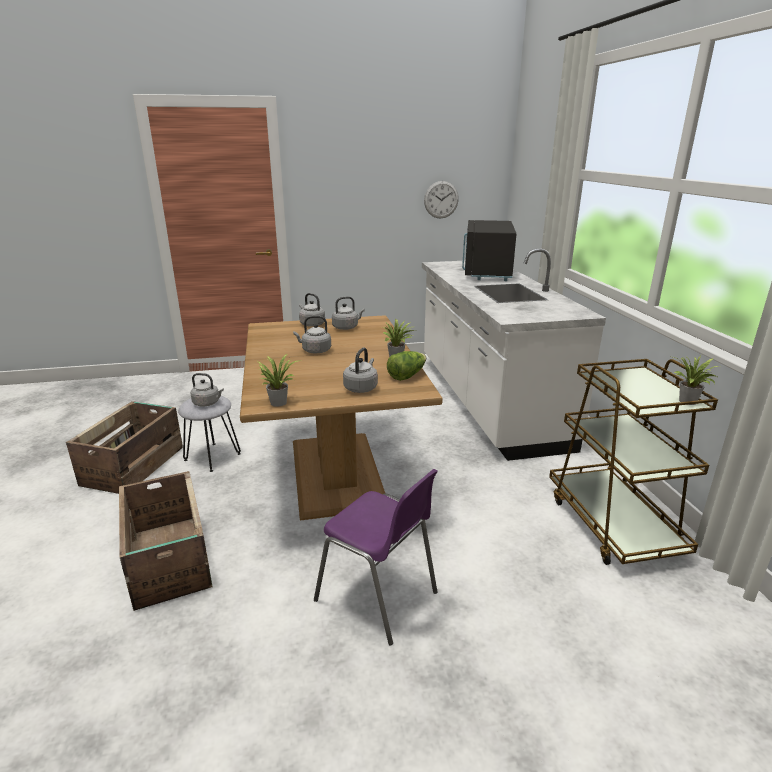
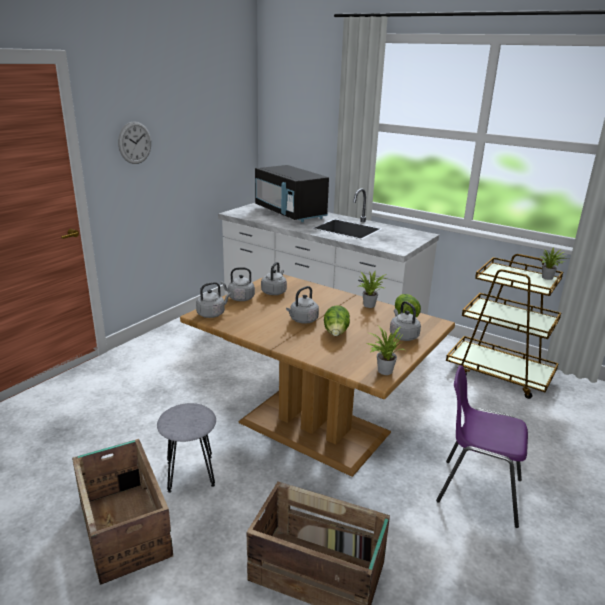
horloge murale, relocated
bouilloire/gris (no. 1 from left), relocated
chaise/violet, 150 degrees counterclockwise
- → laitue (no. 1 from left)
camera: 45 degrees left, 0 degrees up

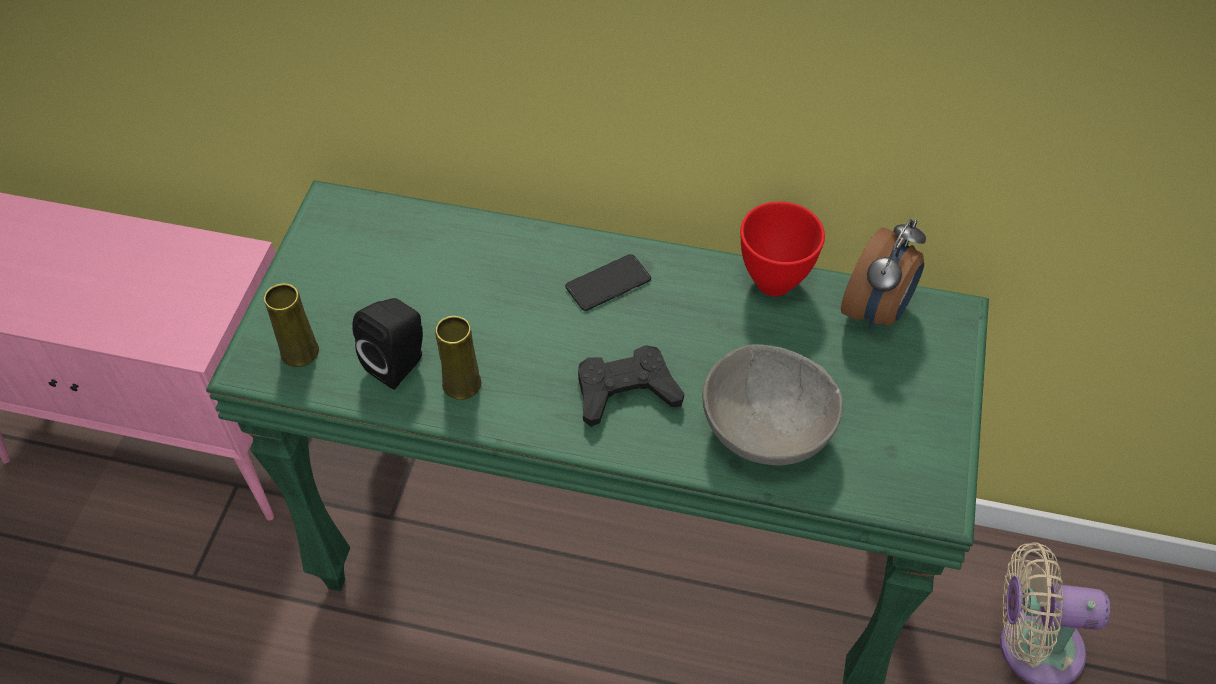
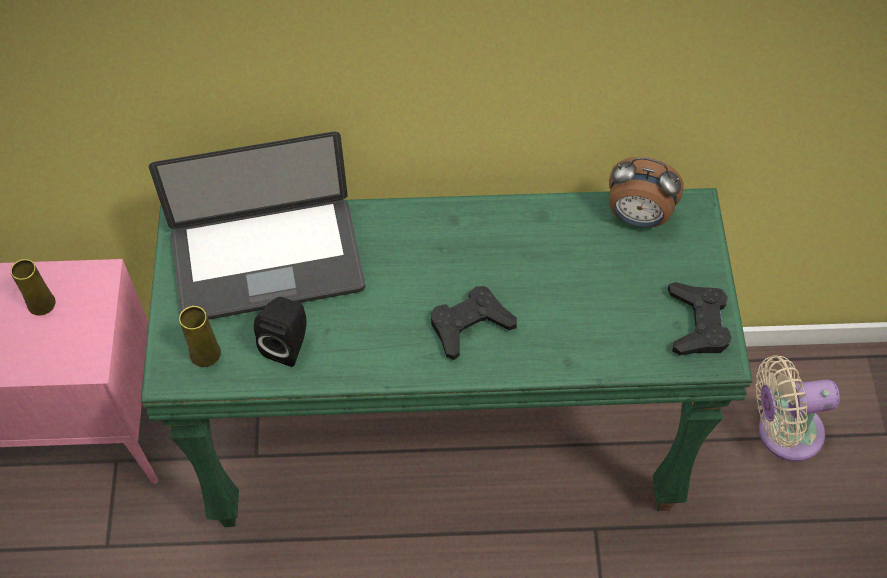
bol/rouge → -
réveil, 90 degrees clockwise
téléphone → -
vase/jaune (no. 2 from left in the first image) → vase/jaune (no. 1 from left), relocated
bol/gris → -
- → ordinateur portable
- → manette/noir (no. 2 from left)
camera: 15 degrees left, 5 degrees up

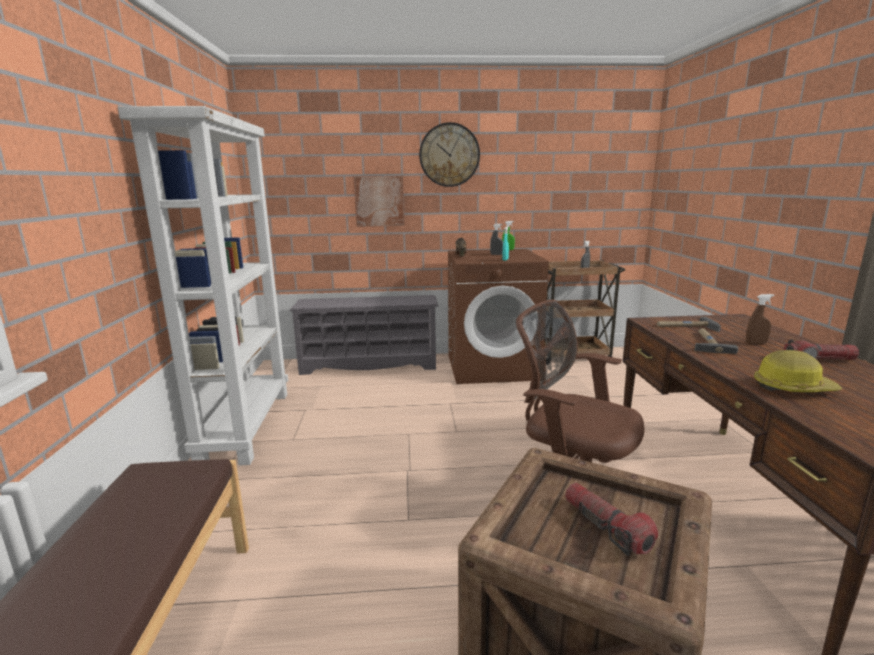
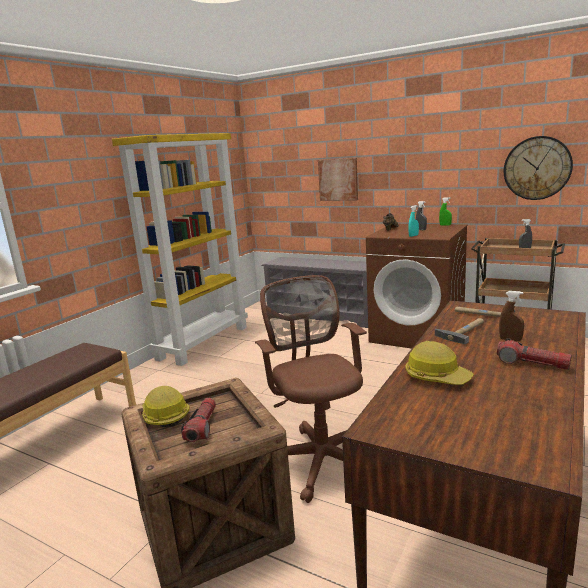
bibliothèque/blanc → bibliothèque/jaune
horloge murale, relocated
- → casque de chantier (no. 1 from left)
camera: 35 degrees right, 0 degrees up

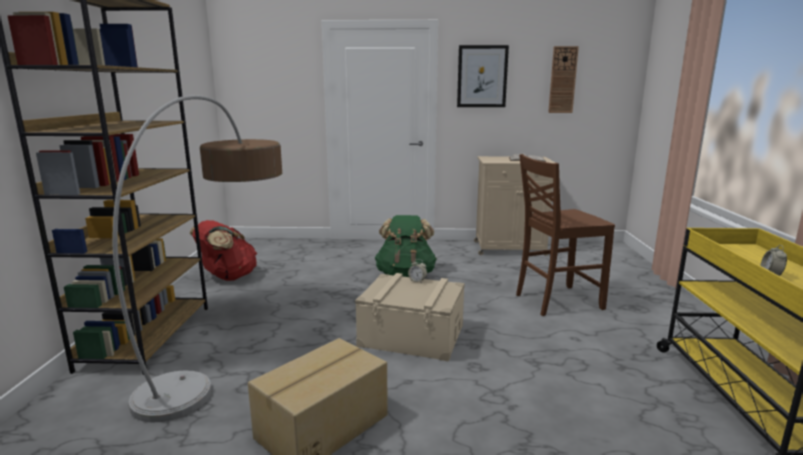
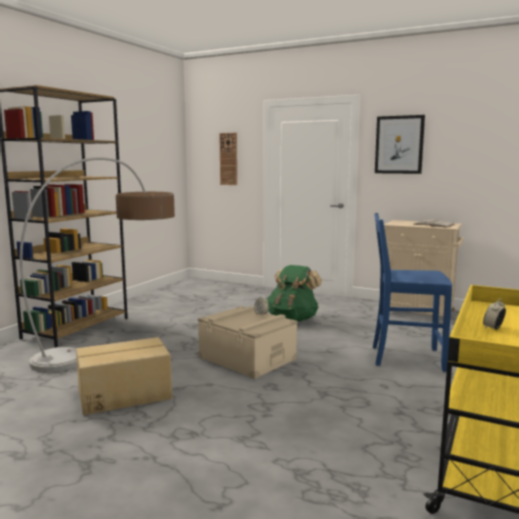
horloge murale, relocated
chaise/marron → chaise/bleu
sac à dos/rouge → -
camera: 25 degrees right, 5 degrees down

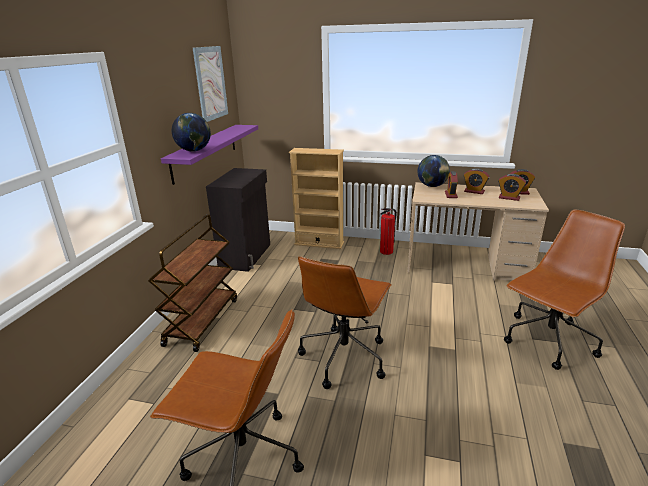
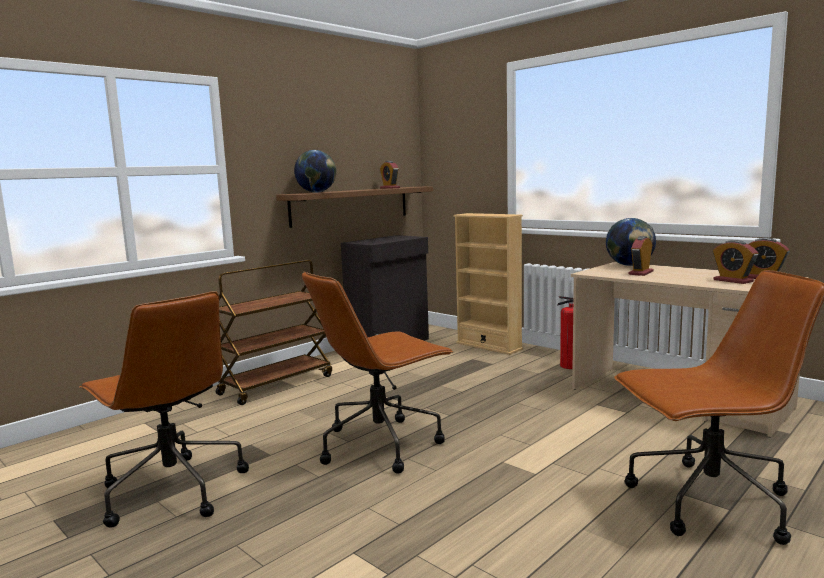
tableau → -
étagère/violet → étagère/marron
réveil (no. 2 from left in the first image) → réveil (no. 1 from left), relocated
camera: 30 degrees right, 15 degrees down

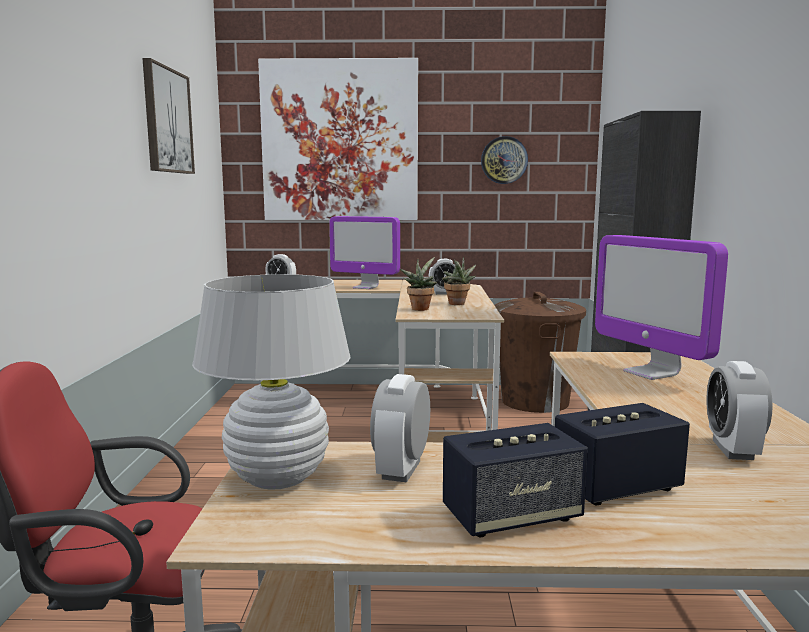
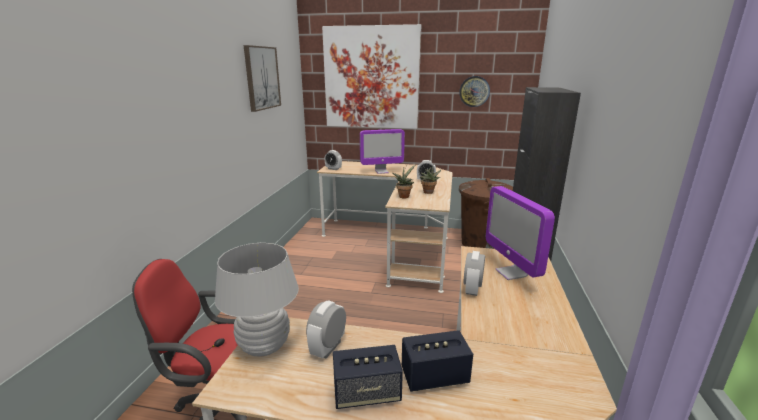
écran d'ordinateur (no. 1 from left), 45 degrees counterclockwise
réveil (no. 4 from left), relocated
camera: 10 degrees right, 10 degrees up

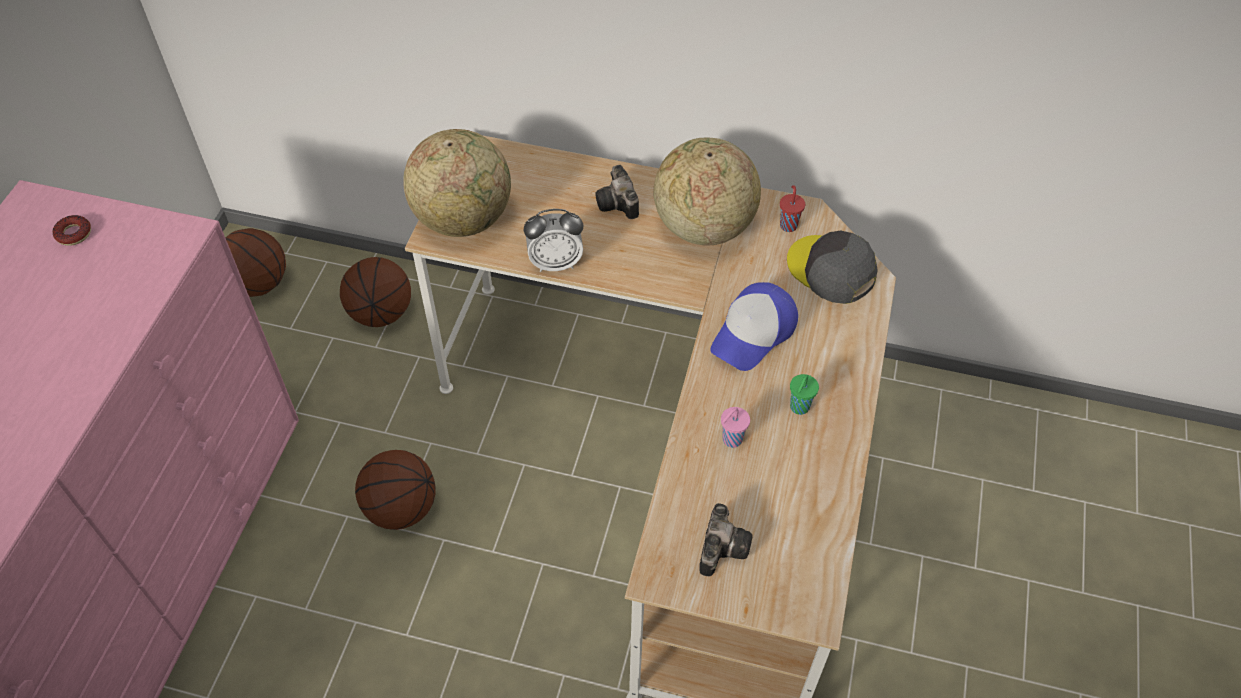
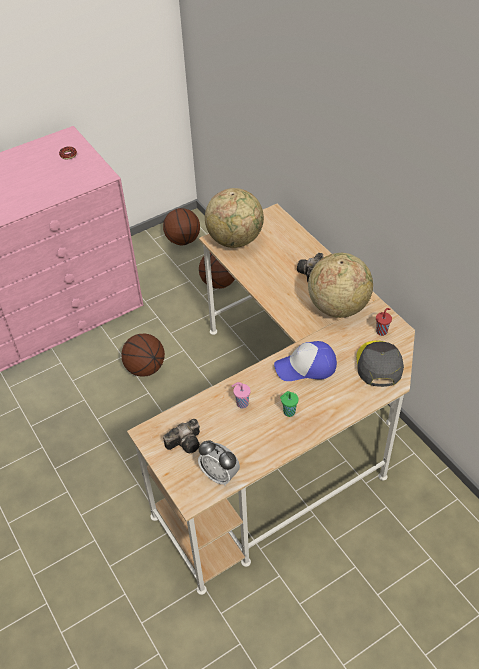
réveil, relocated
camera: 45 degrees right, 5 degrees down

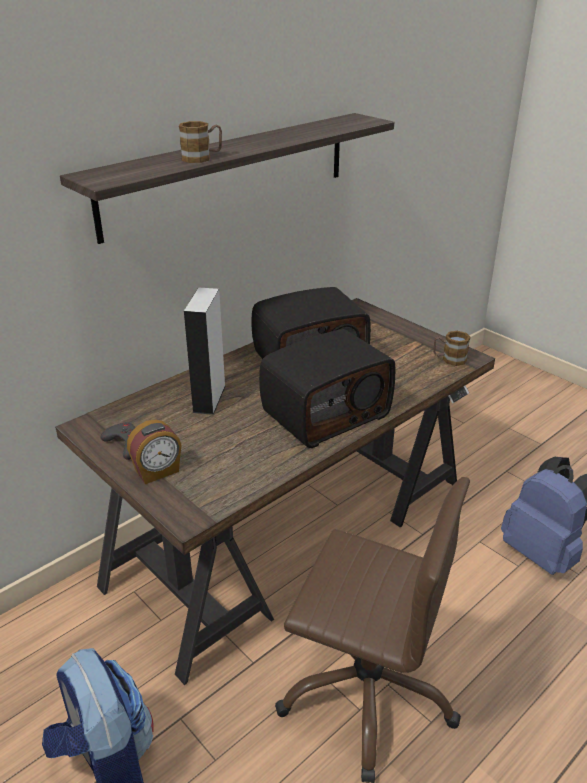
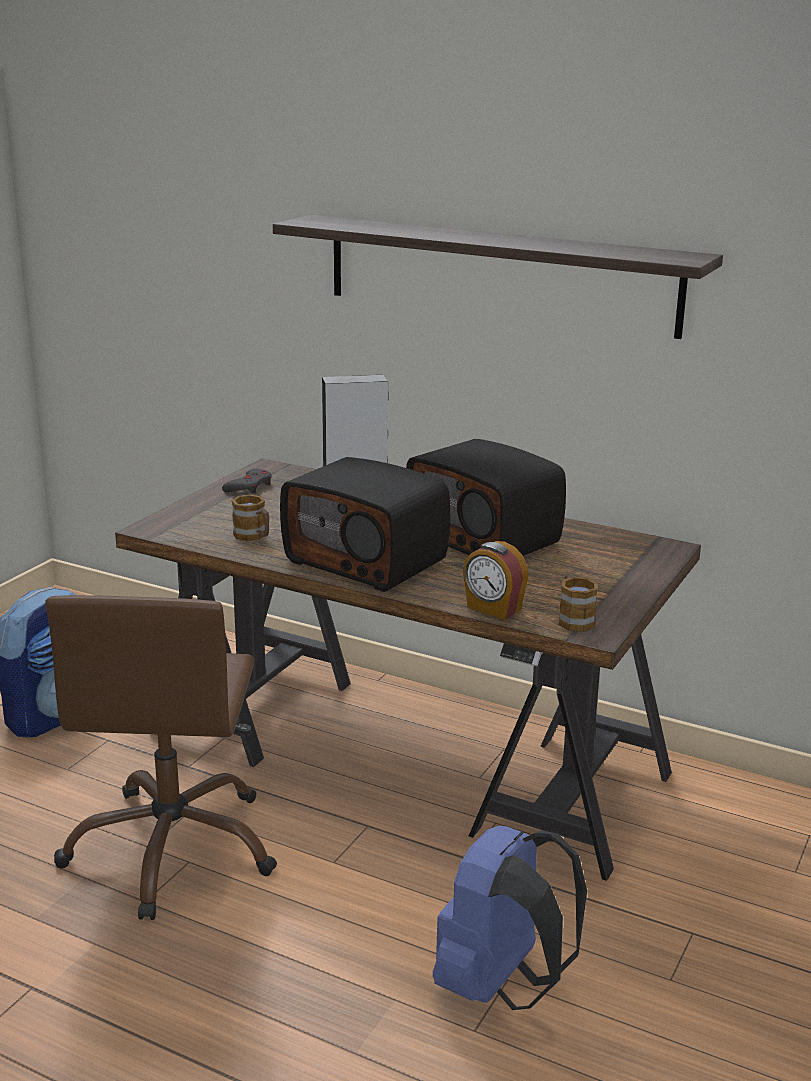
mug (no. 1 from left), relocated
réveil, relocated
camera: 70 degrees right, 10 degrees down

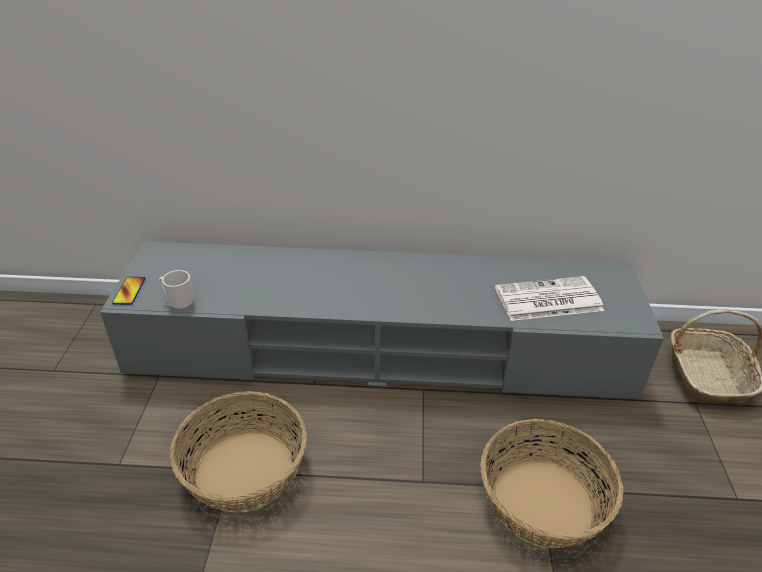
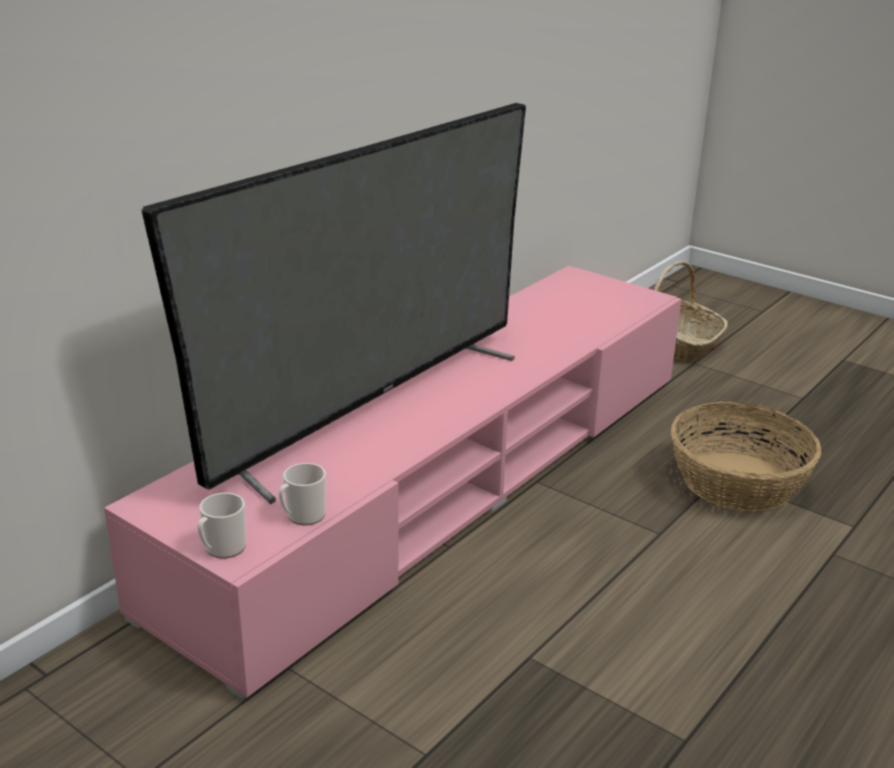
meuble télé/gris → meuble télé/rose
journal → -
téléphone → mug (no. 1 from left)
panier (no. 1 from left) → -
- → téléviseur
camera: 55 degrees left, 10 degrees down

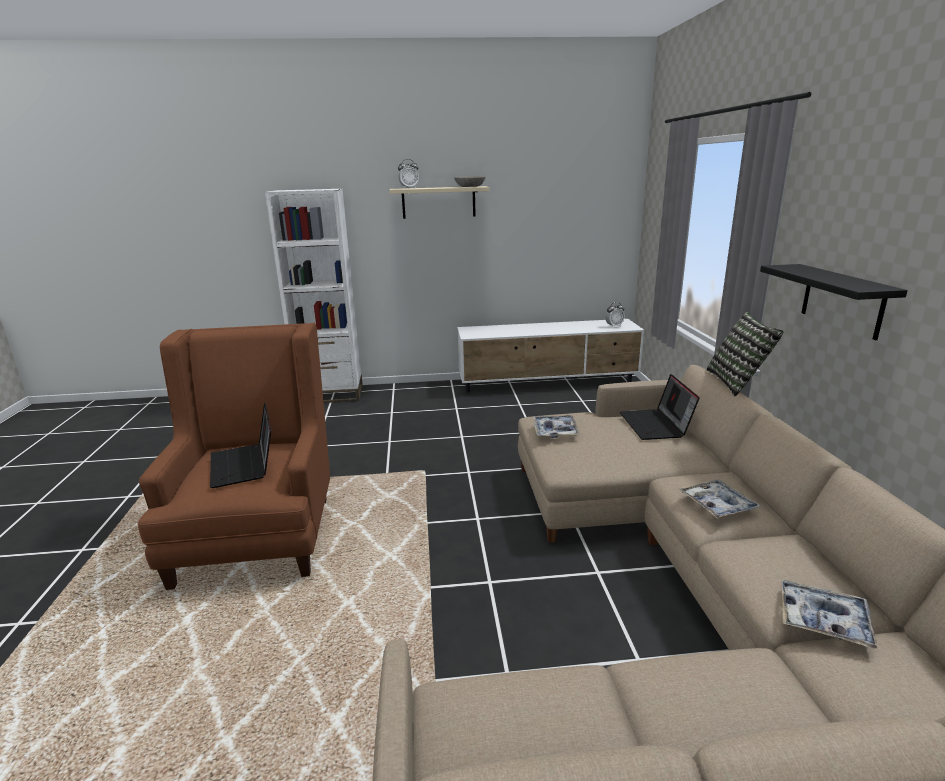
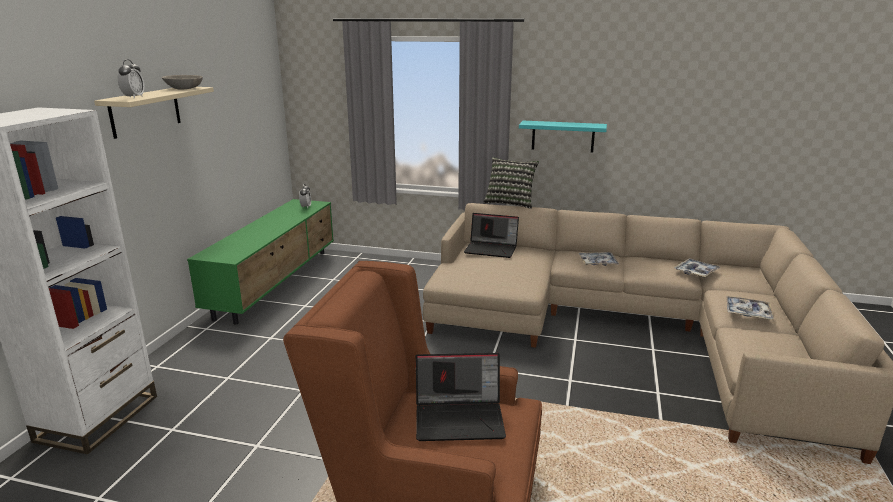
étagère/noir → étagère/turquoise
meuble télé/blanc → meuble télé/vert
plateau (no. 1 from left in the first image) → plateau (no. 3 from left), relocated
camera: 70 degrees left, 0 degrees up

